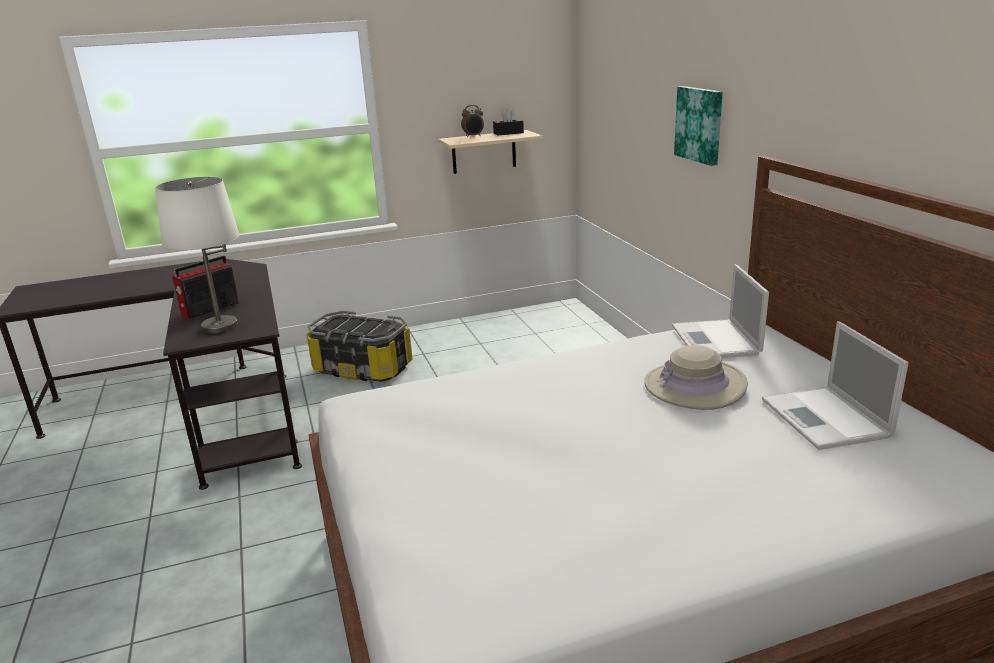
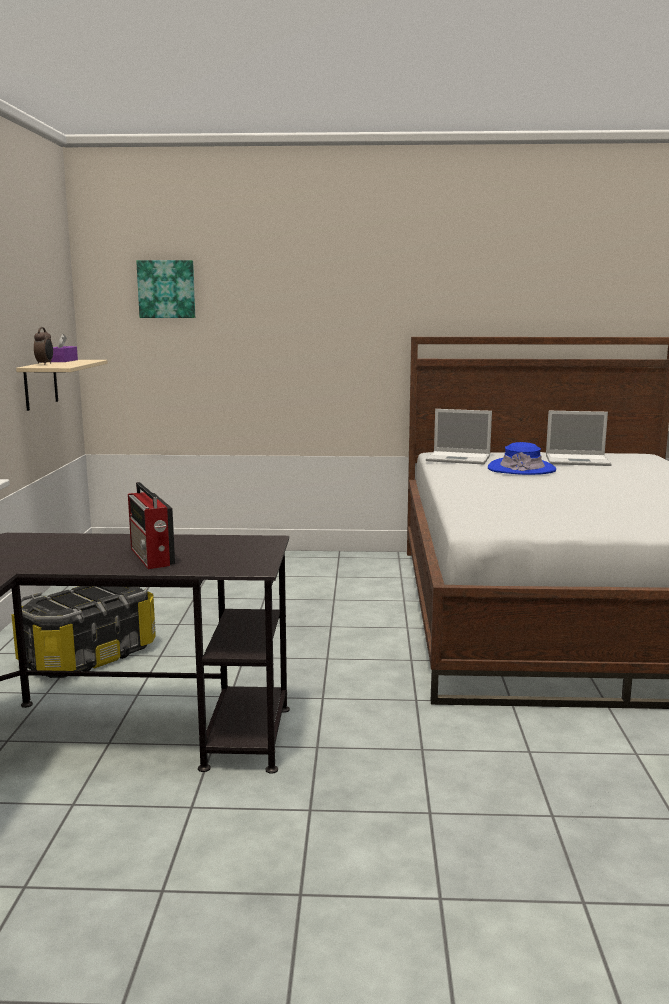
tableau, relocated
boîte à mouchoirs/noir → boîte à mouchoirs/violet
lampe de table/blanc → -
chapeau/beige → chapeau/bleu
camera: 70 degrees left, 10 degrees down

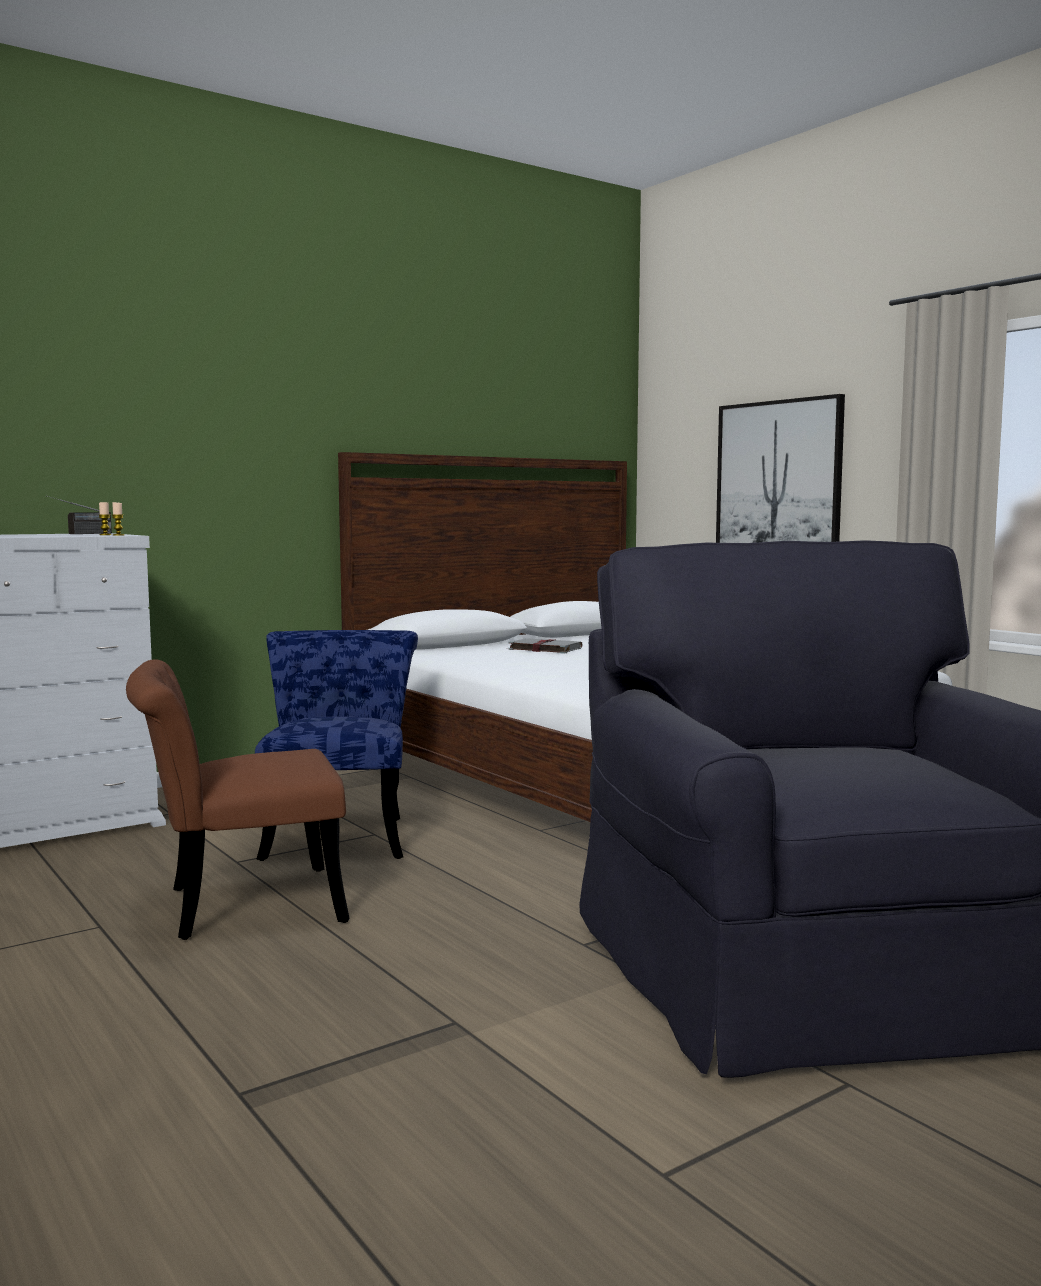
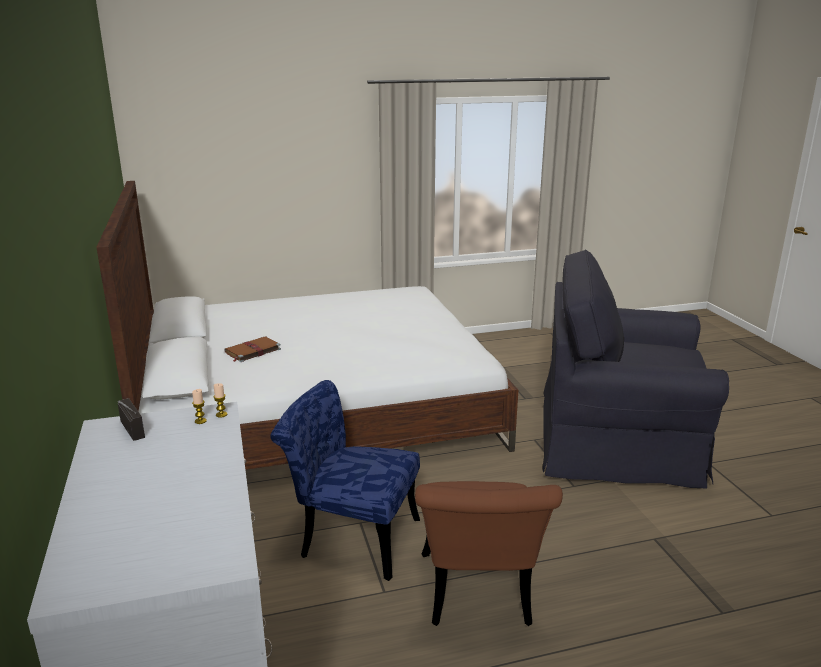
tableau → -
livre/gris → livre/marron
camera: 70 degrees left, 15 degrees up

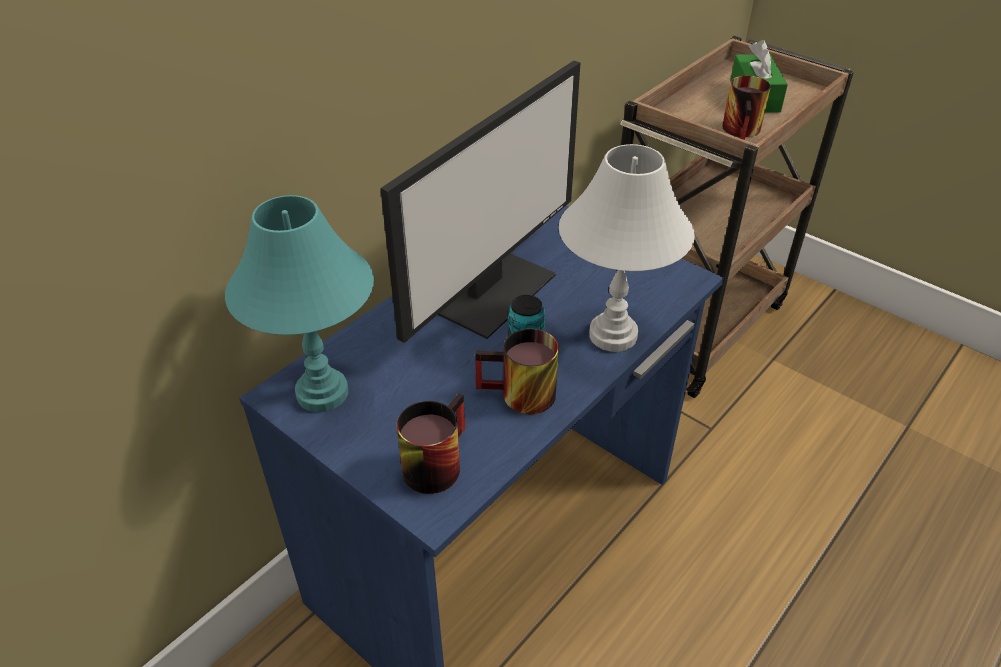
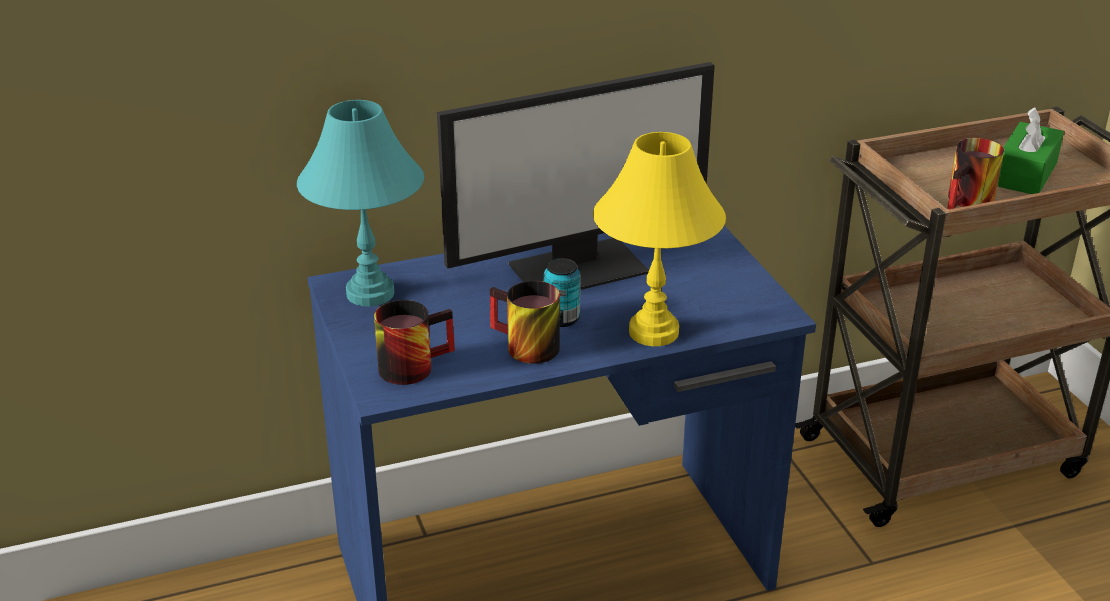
lampe de table/blanc → lampe de table/jaune
camera: 30 degrees right, 10 degrees down

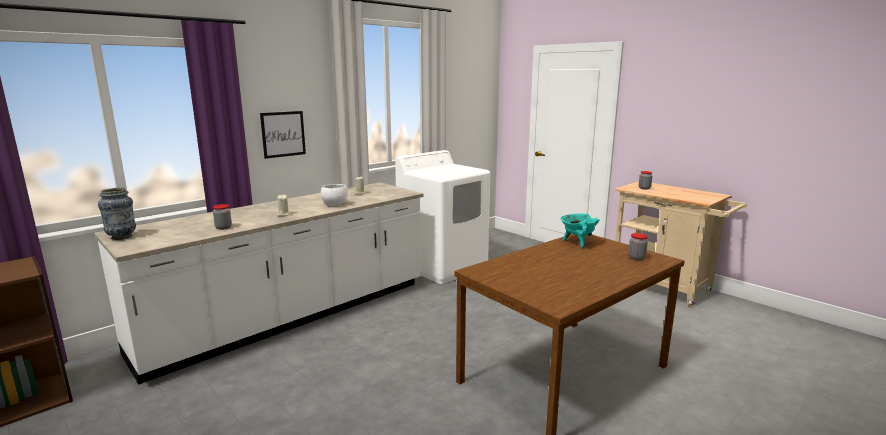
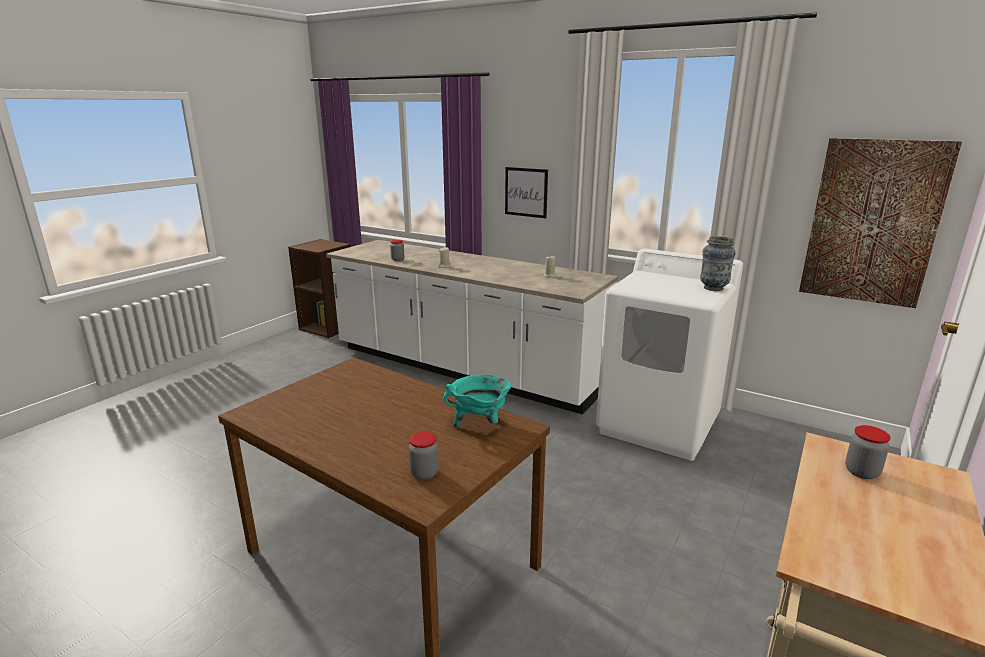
bol/blanc → -
vase, relocated
- → tableau (no. 2 from left)
camera: 75 degrees right, 5 degrees up

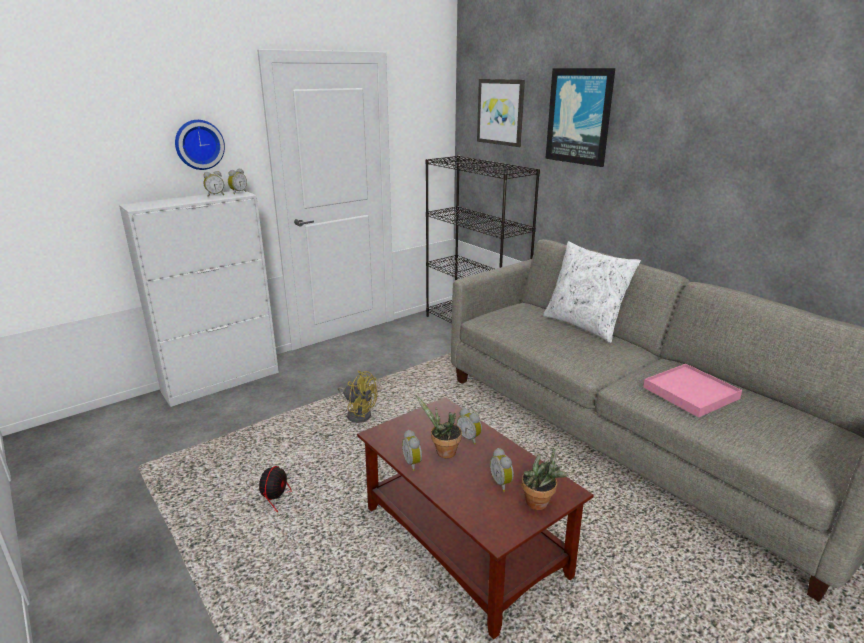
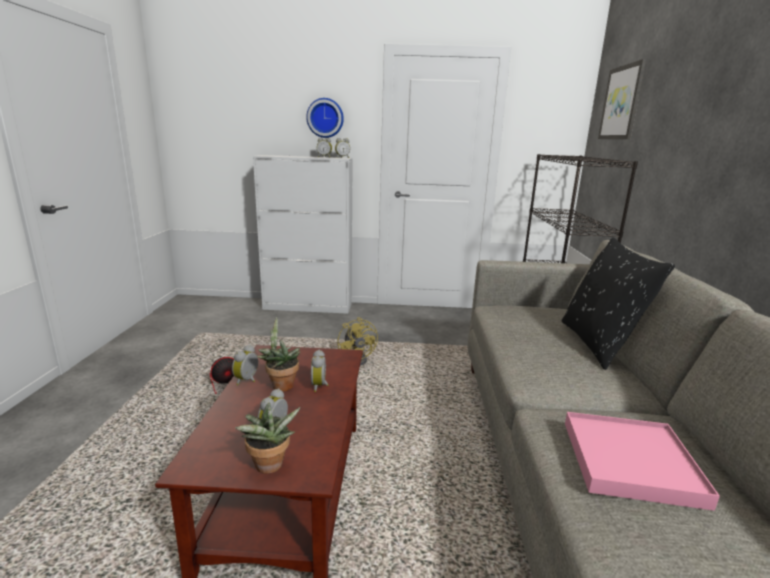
tableau (no. 2 from left) → -
coussin/blanc → coussin/noir
camera: 40 degrees right, 5 degrees down

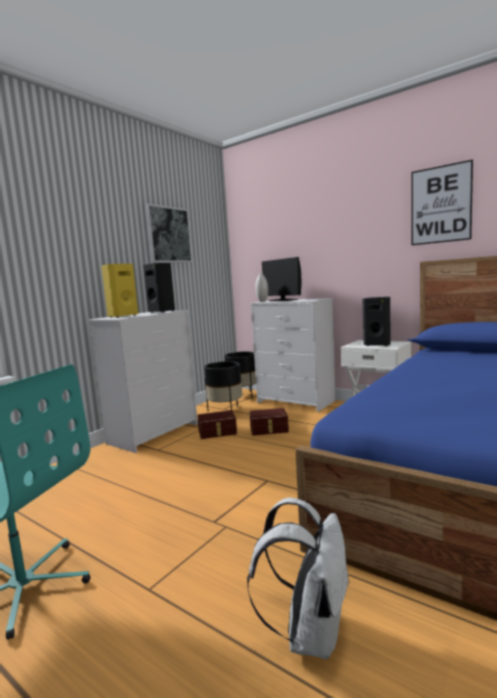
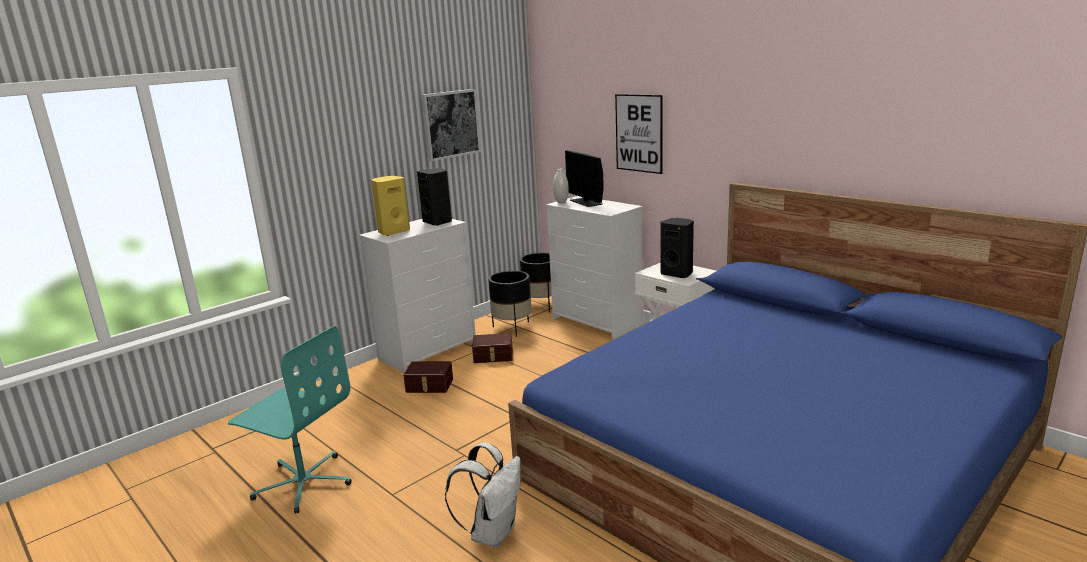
tableau (no. 2 from left), relocated
boîte de rangement/marron (no. 2 from left in the first image) → boîte de rangement/marron (no. 1 from left), relocated
camera: 10 degrees right, 10 degrees up

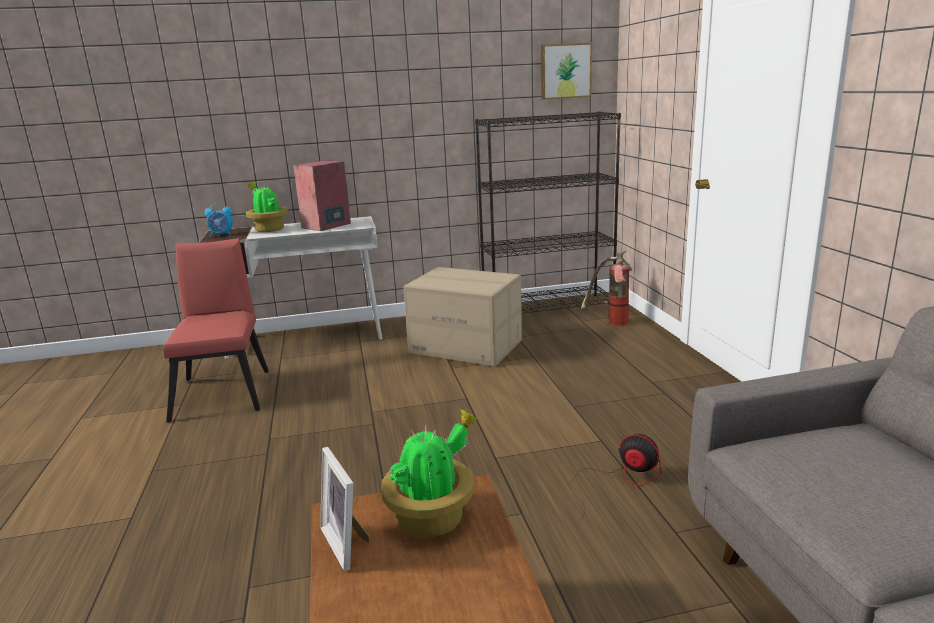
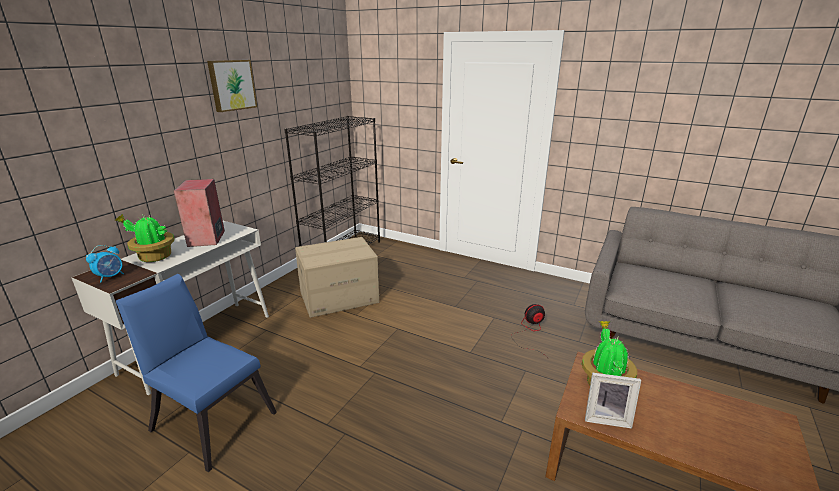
tableau, relocated
chaise/rouge → chaise/bleu
extincteur → -
camera: 50 degrees left, 5 degrees up

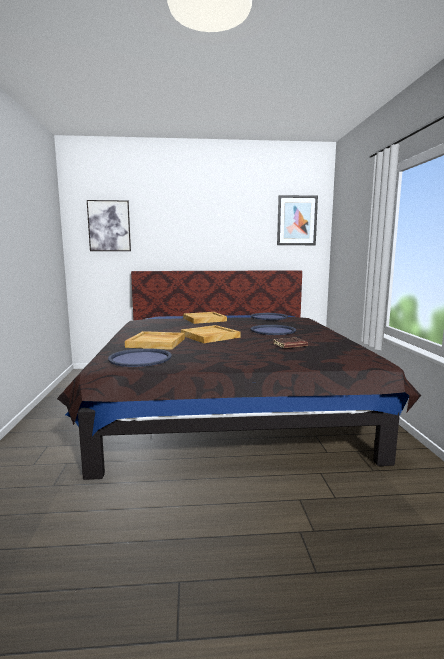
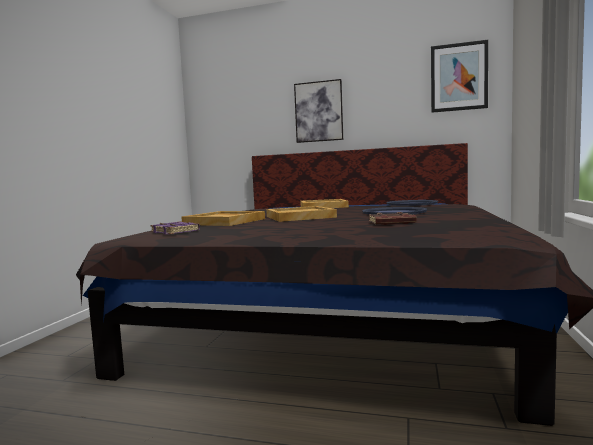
tableau (no. 1 from left), relocated
plateau/bleu (no. 1 from left) → livre/violet
camera: 20 degrees right, 5 degrees down

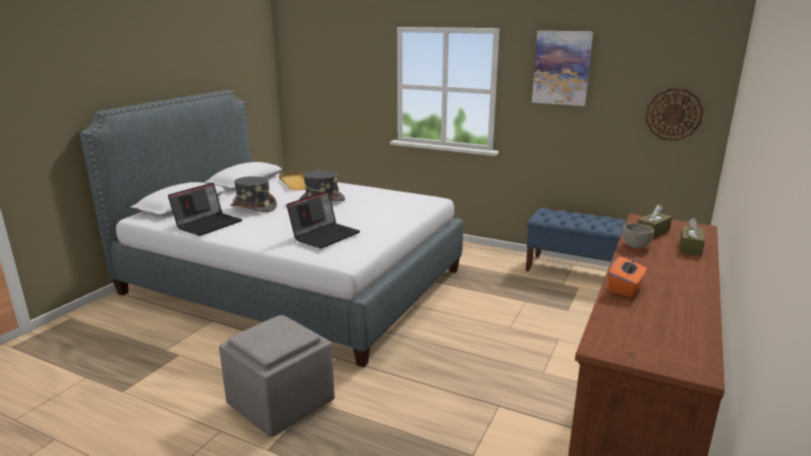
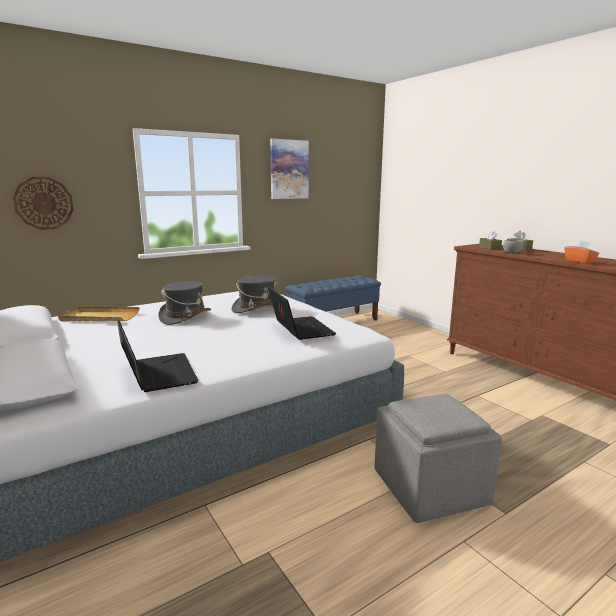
horloge murale, relocated
chapeau/gris (no. 1 from left in the first image) → chapeau/gris (no. 2 from left), relocated
camera: 60 degrees left, 5 degrees down

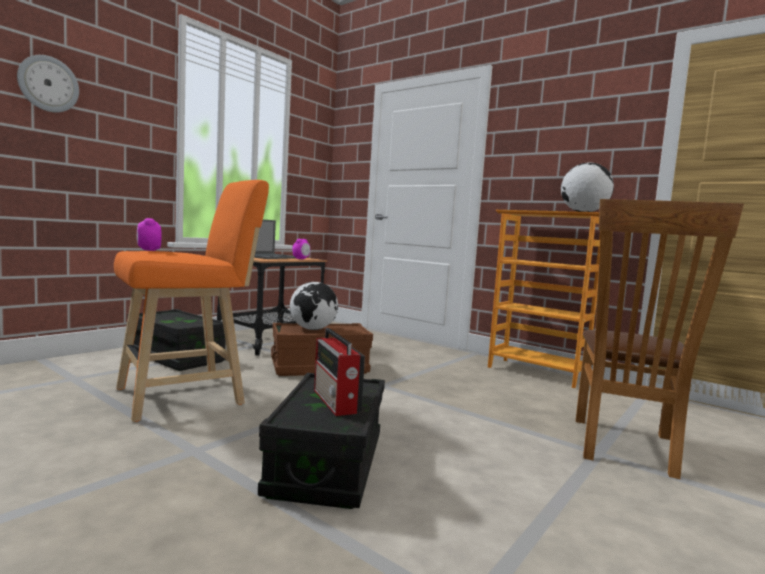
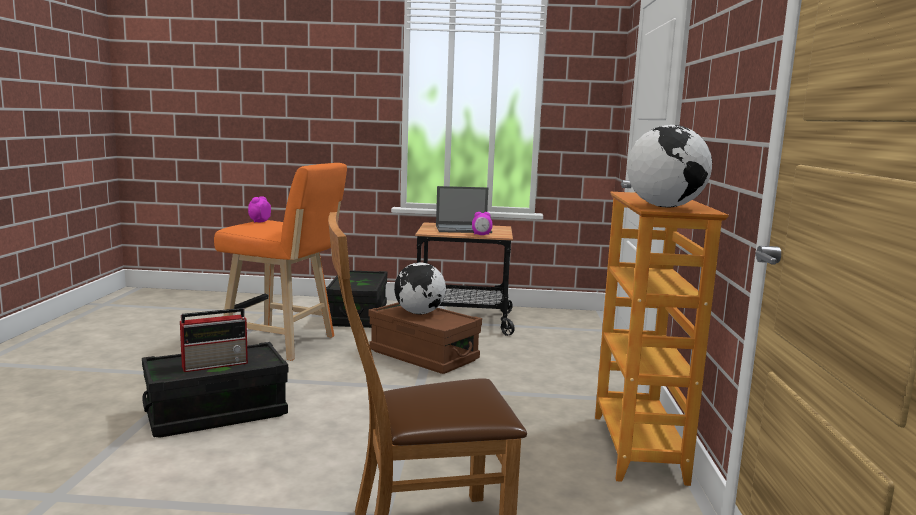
horloge murale → -
radio, 150 degrees counterclockwise
camera: 55 degrees right, 5 degrees up

